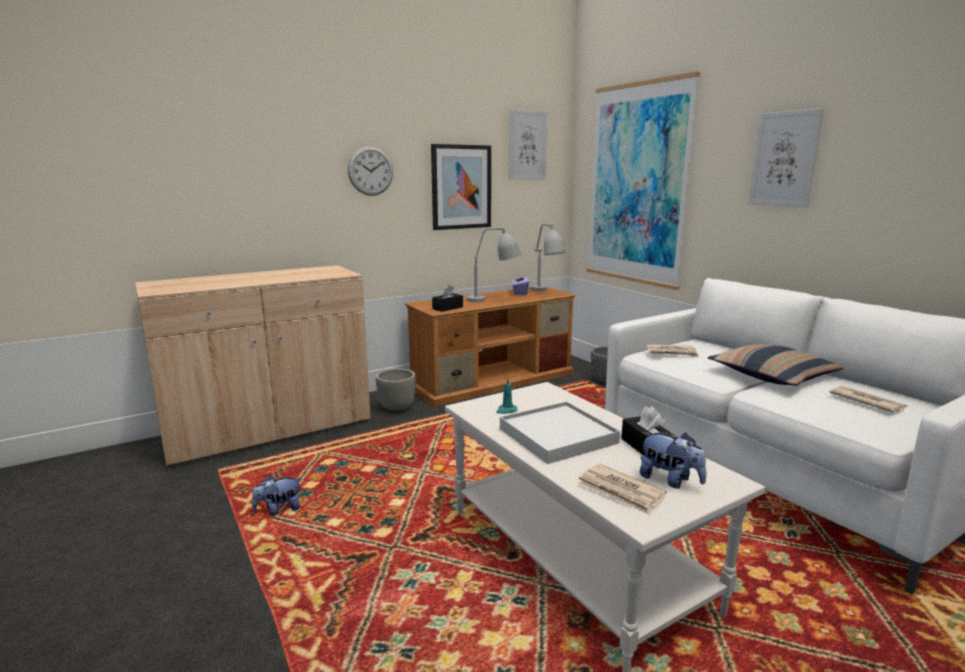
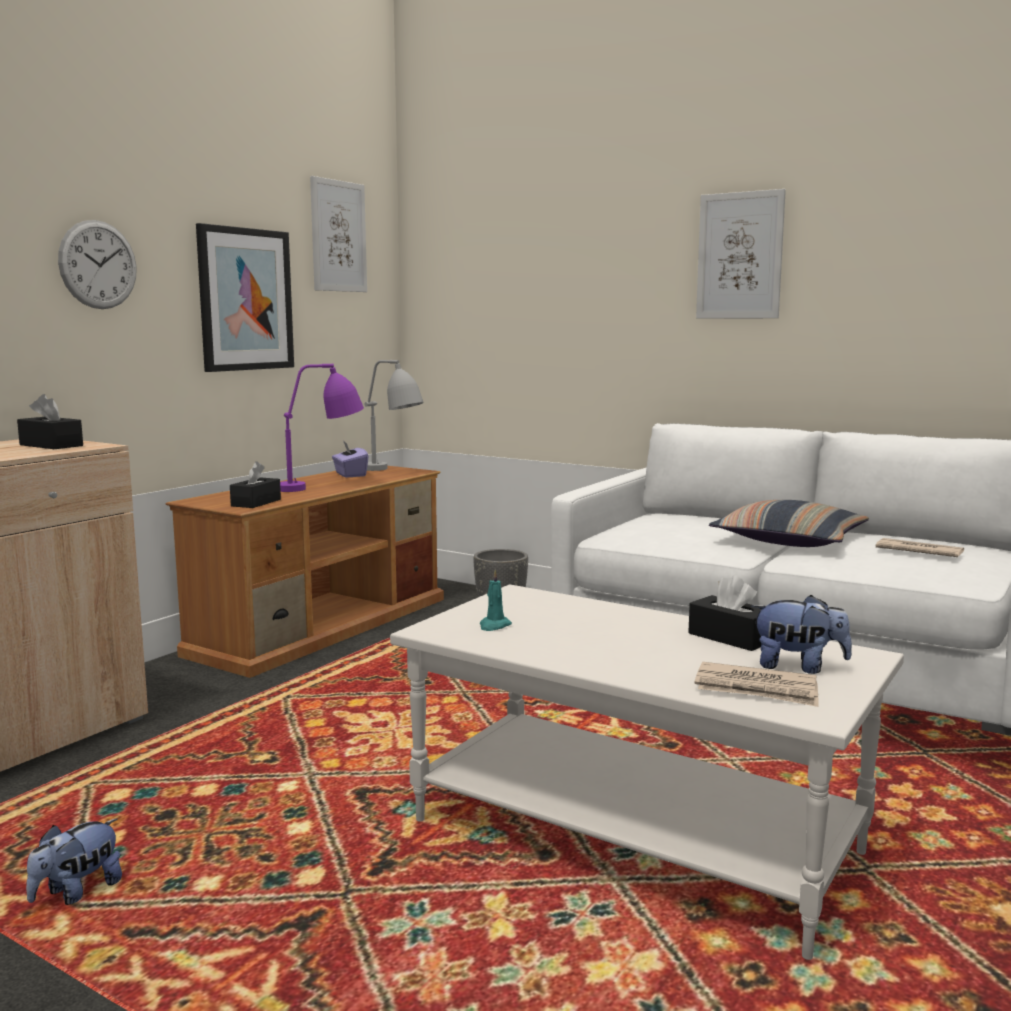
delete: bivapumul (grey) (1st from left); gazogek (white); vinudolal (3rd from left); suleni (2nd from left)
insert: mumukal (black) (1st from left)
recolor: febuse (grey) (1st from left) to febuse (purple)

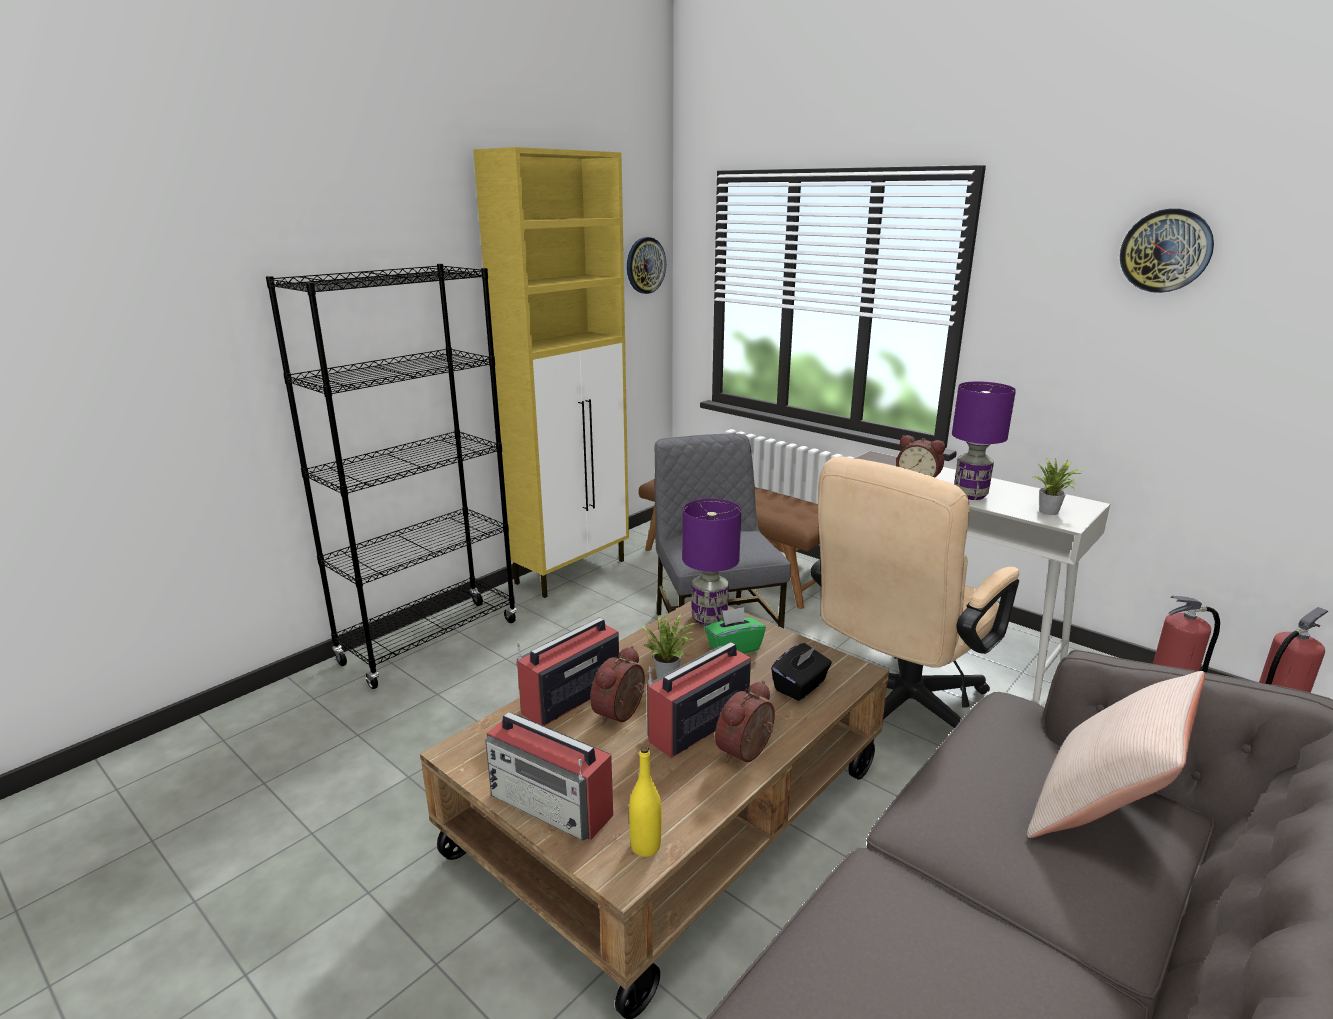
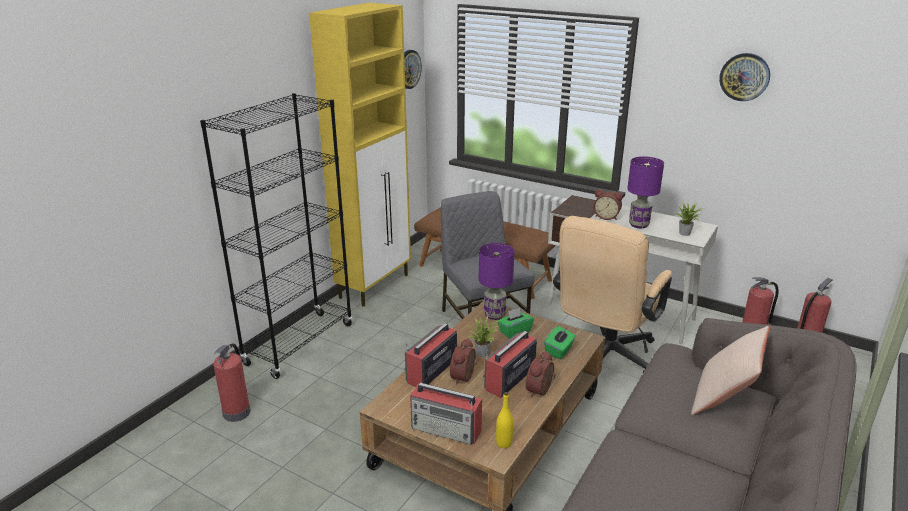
insert: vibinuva (1st from left)
recolor: mumukal (black) to mumukal (green) (2nd from left)

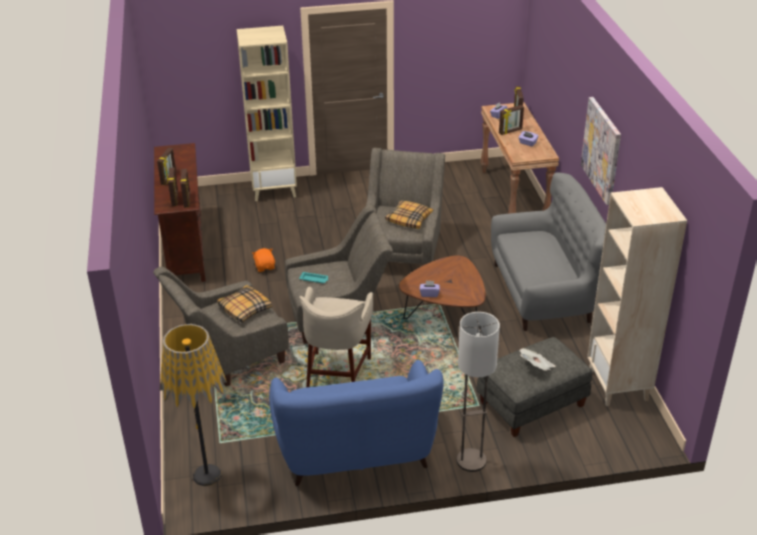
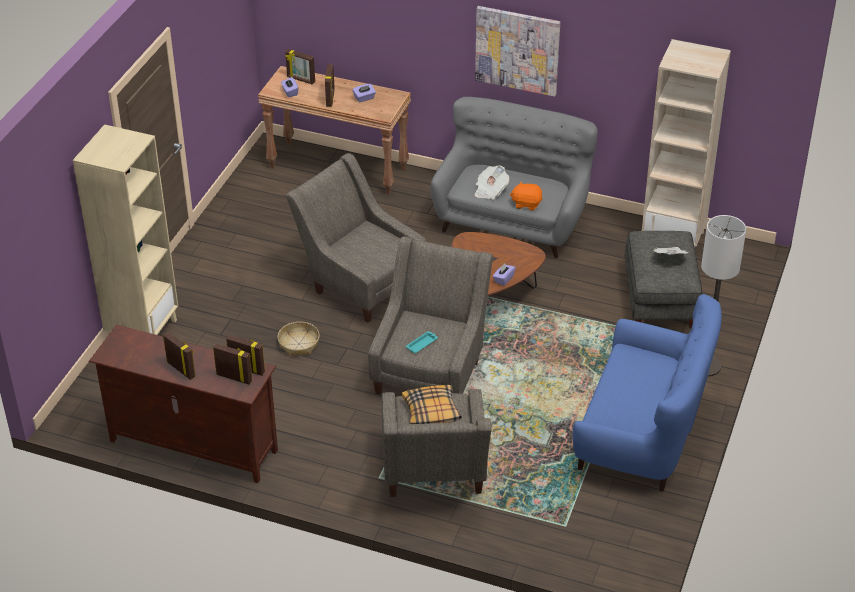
delete: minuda (1st from left); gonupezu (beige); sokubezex (2nd from left)
insert: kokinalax; suleni (1st from left)
move: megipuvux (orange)

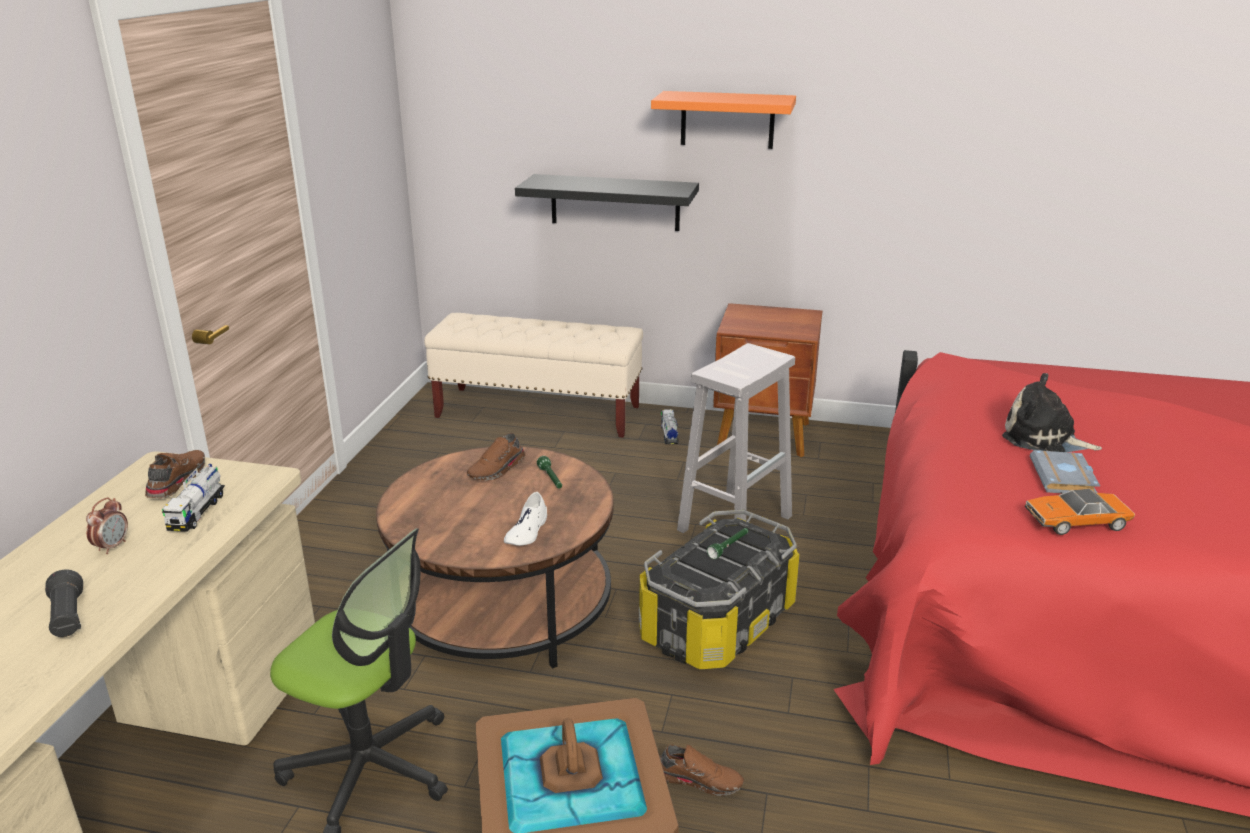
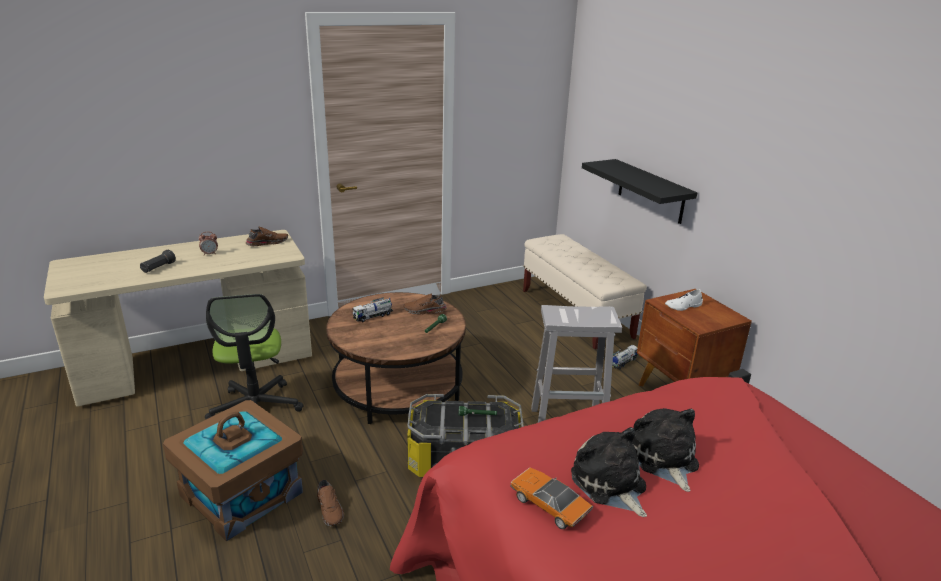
delete: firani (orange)
move: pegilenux (1st from left); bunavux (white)
replace: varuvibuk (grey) to megipuvux (1st from left)

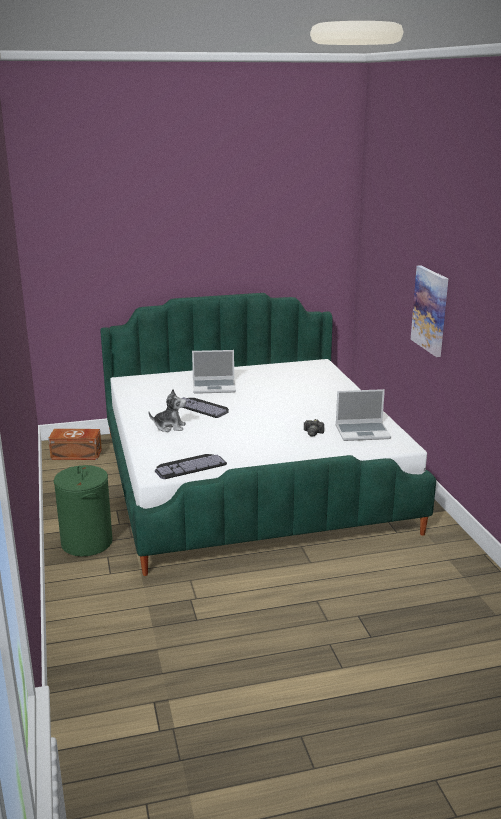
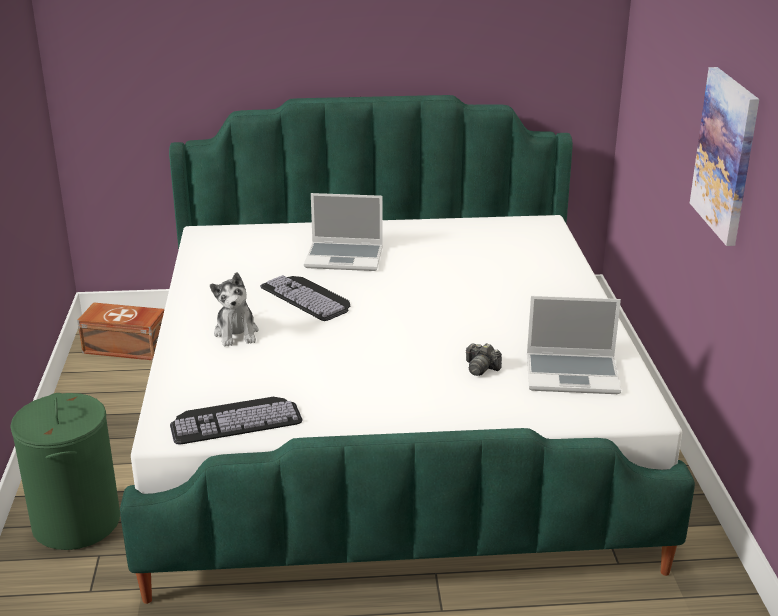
rotate: megipuvux 60 degrees clockwise

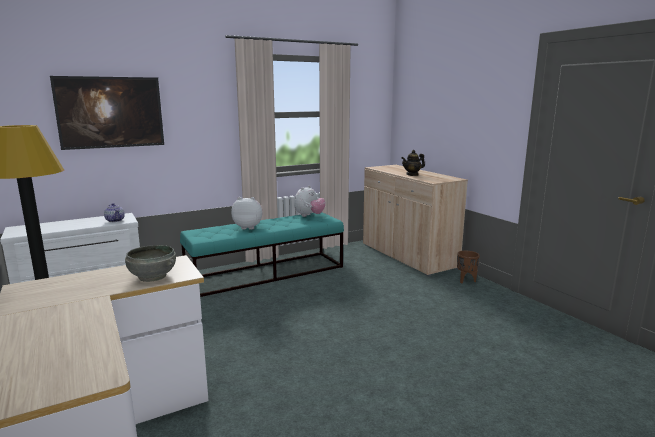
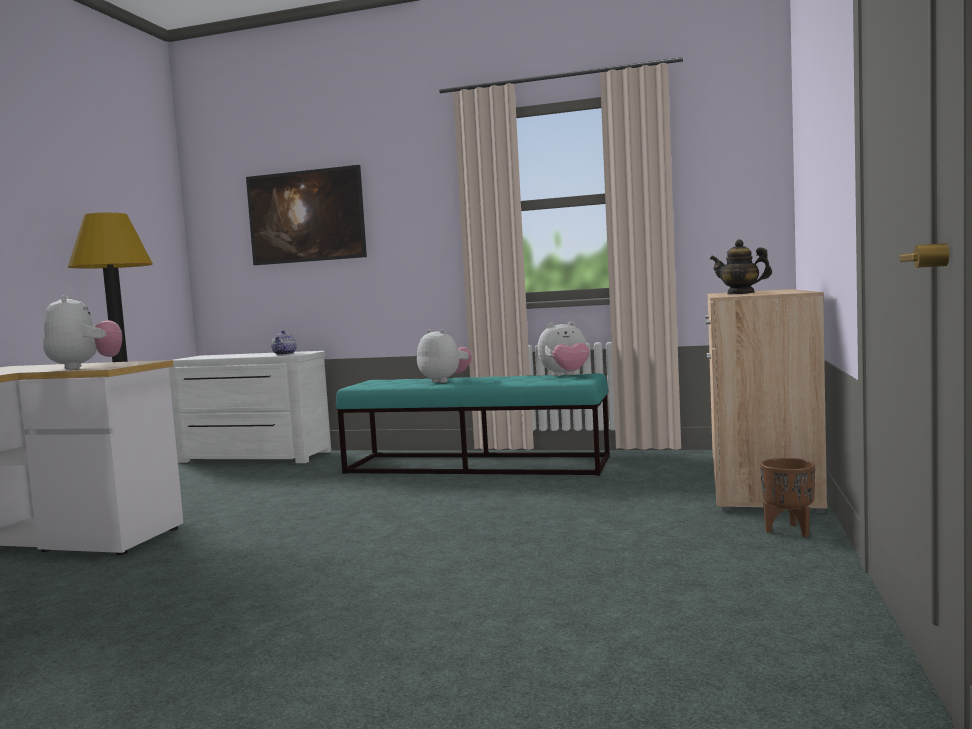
replace: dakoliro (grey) to megipuvux (1st from left)

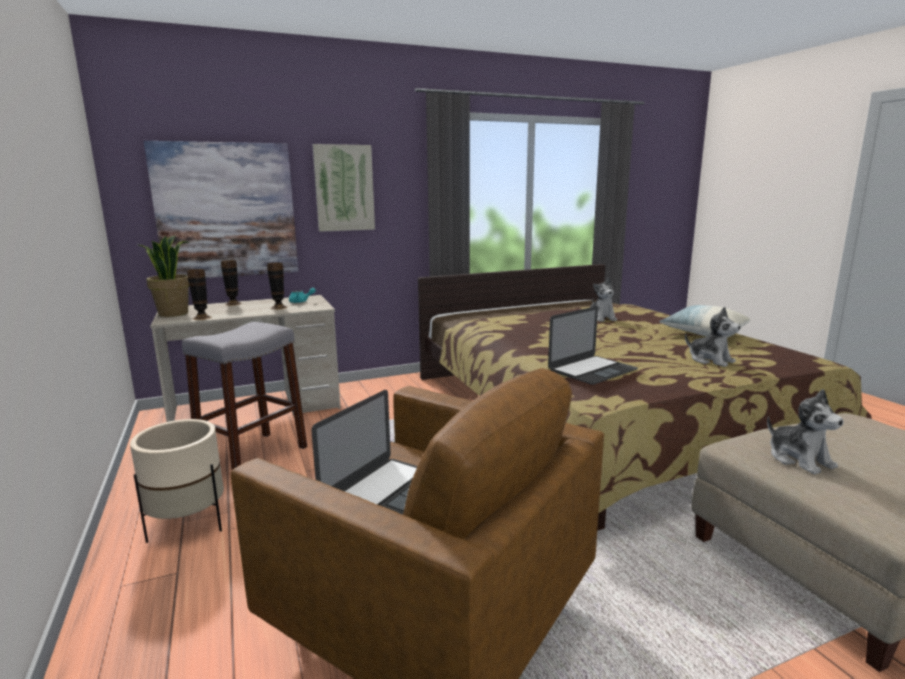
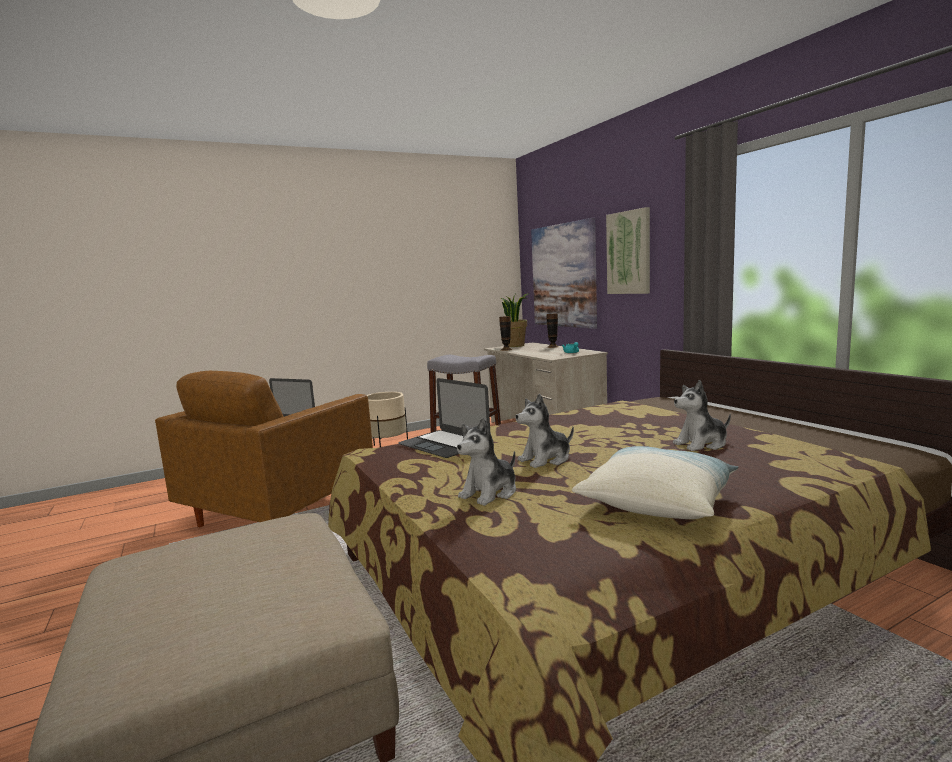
delete: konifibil (3rd from left)
move: megipuvux (3rd from left in the first image) to megipuvux (2nd from left)

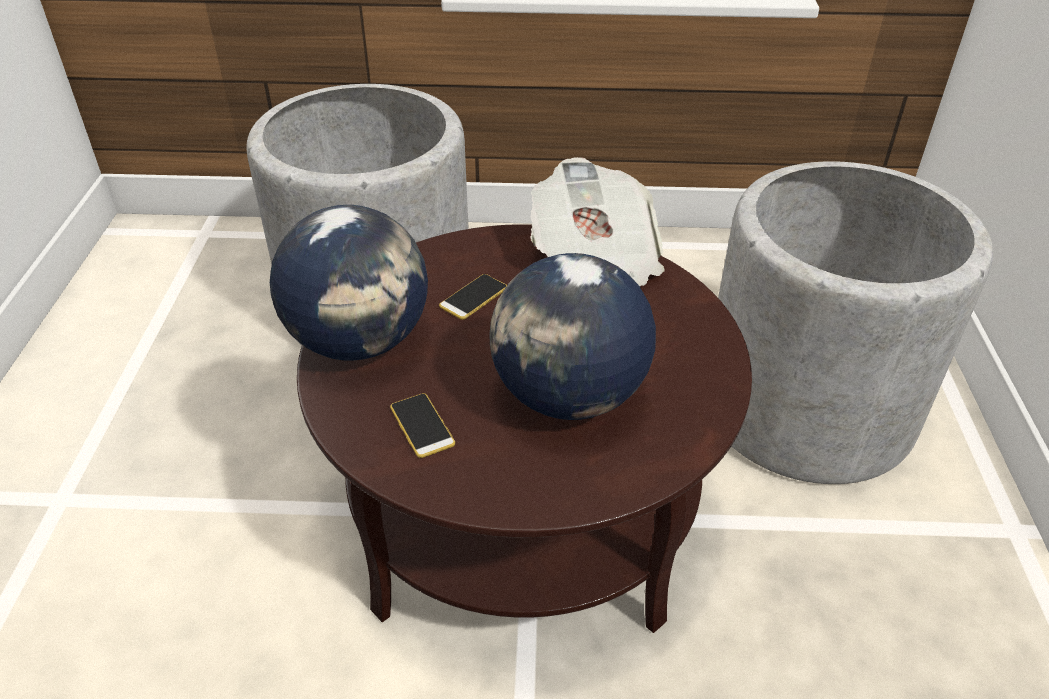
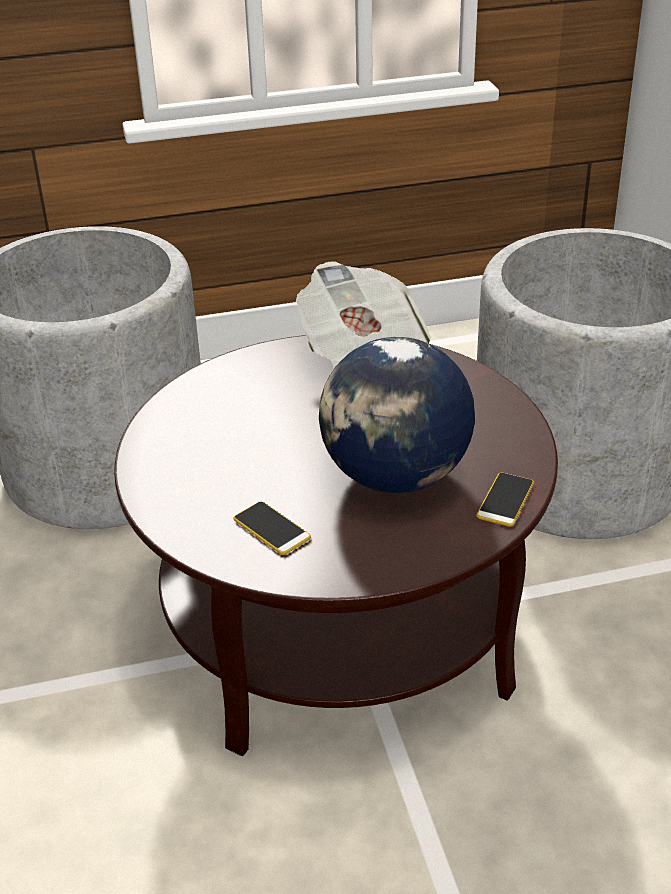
delete: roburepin (1st from left)
move: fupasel (2nd from left)

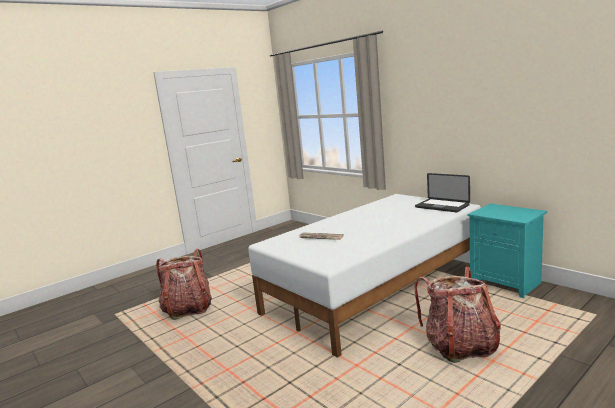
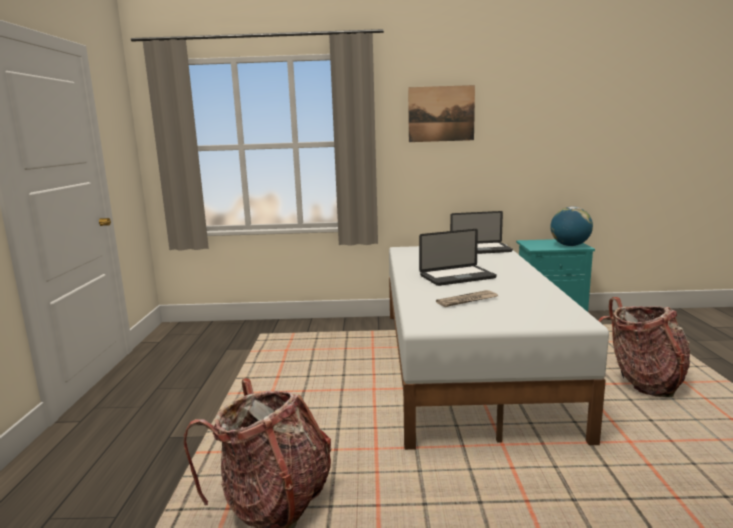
insert: vinudolal; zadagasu (1st from left); roburepin

